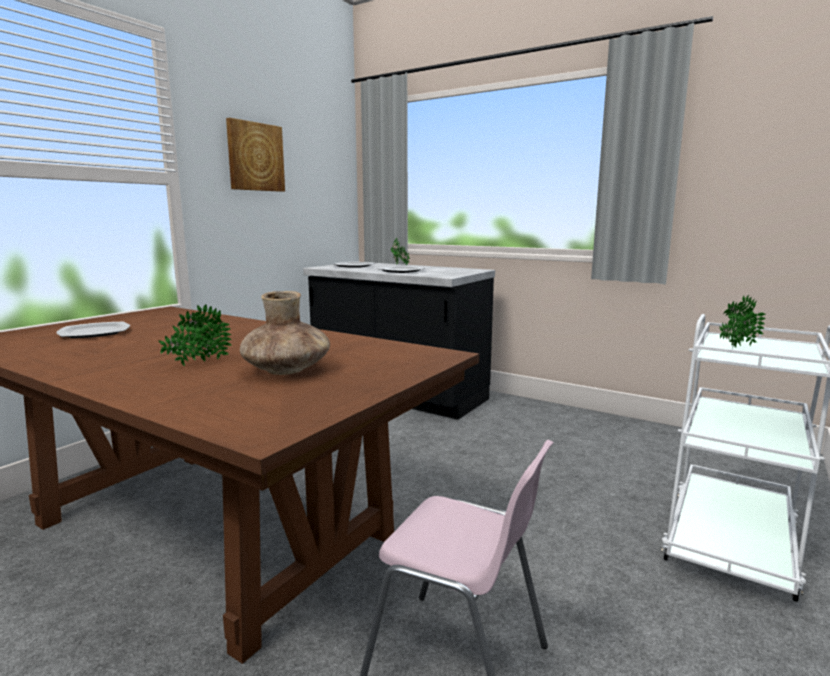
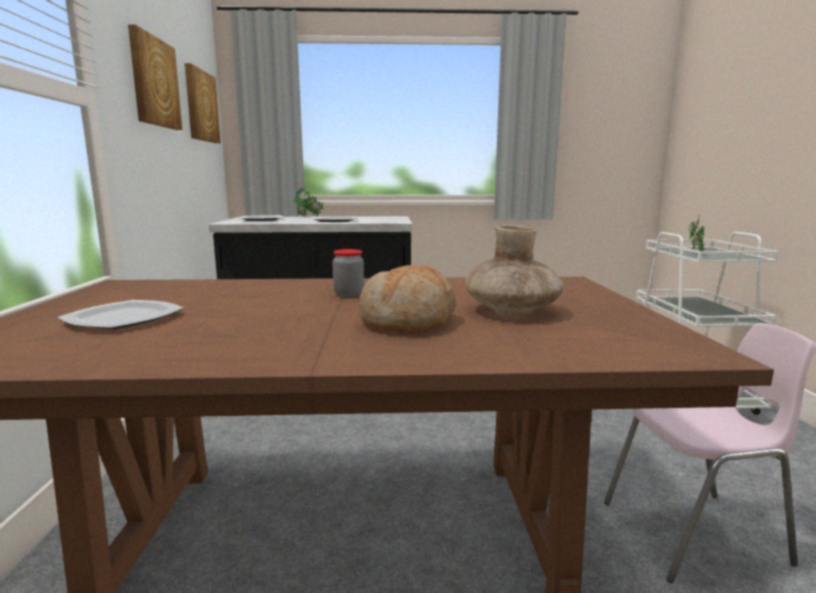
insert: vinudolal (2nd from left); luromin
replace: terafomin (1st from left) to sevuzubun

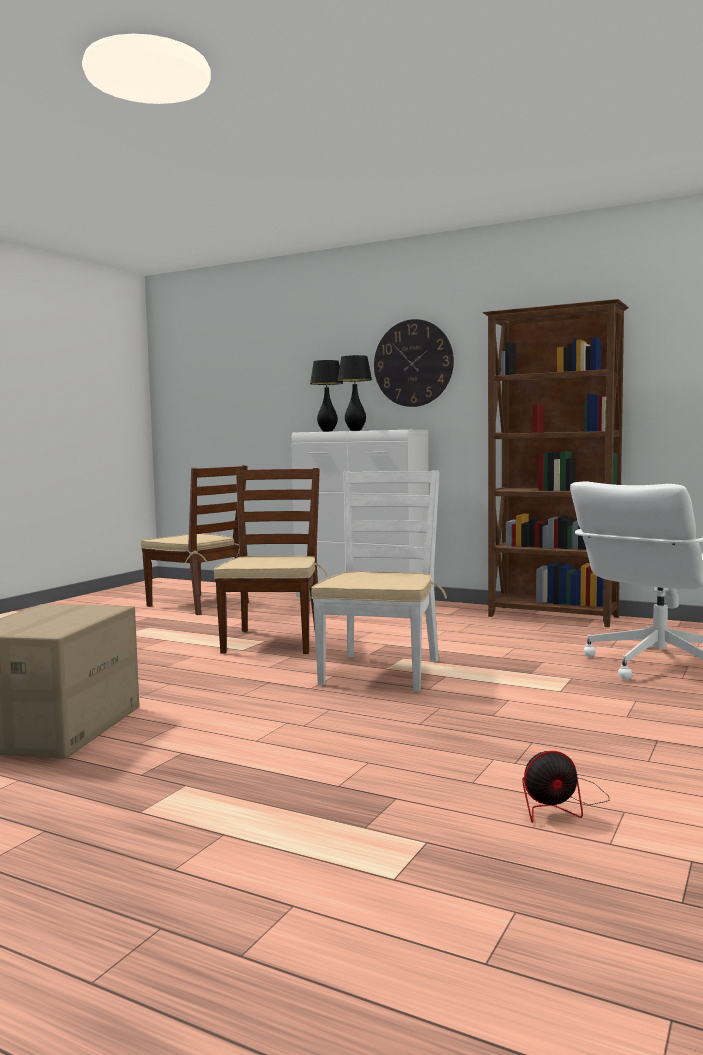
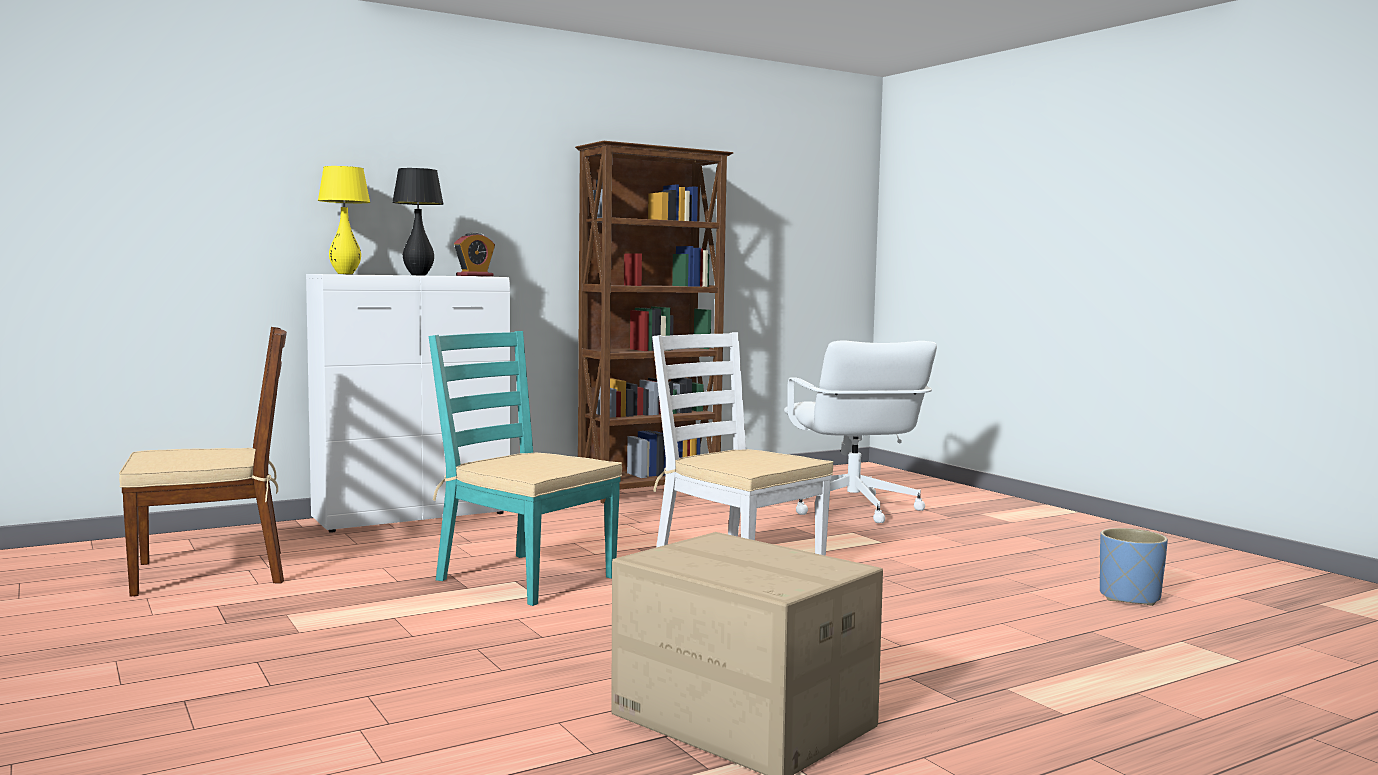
delete: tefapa
insert: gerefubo
replace: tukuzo to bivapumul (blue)
recolor: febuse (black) (1st from left) to febuse (yellow); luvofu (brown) (2nd from left) to luvofu (turquoise)

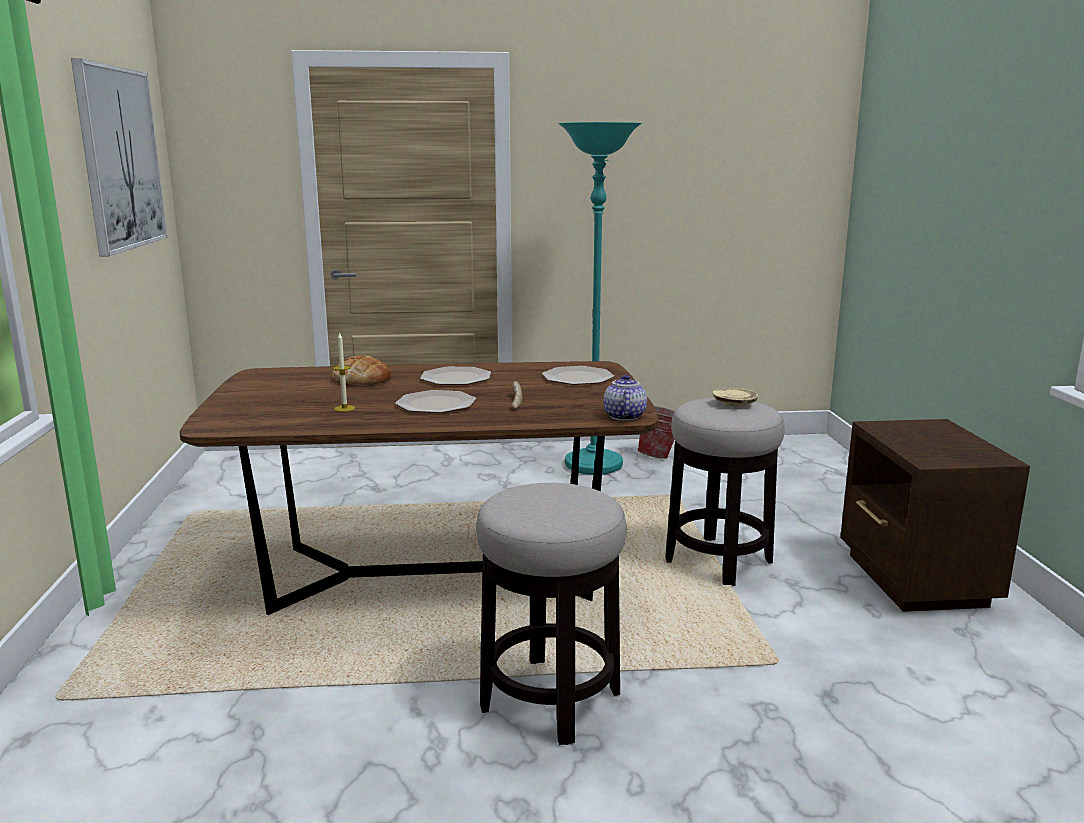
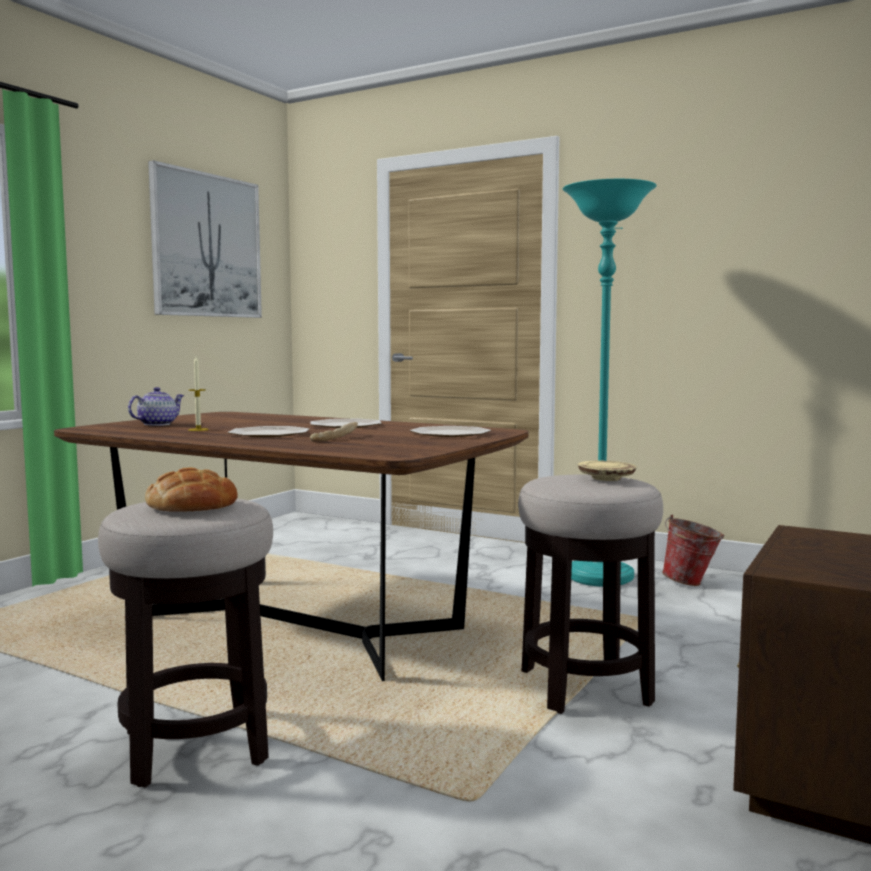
move: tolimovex; sevuzubun (1st from left)

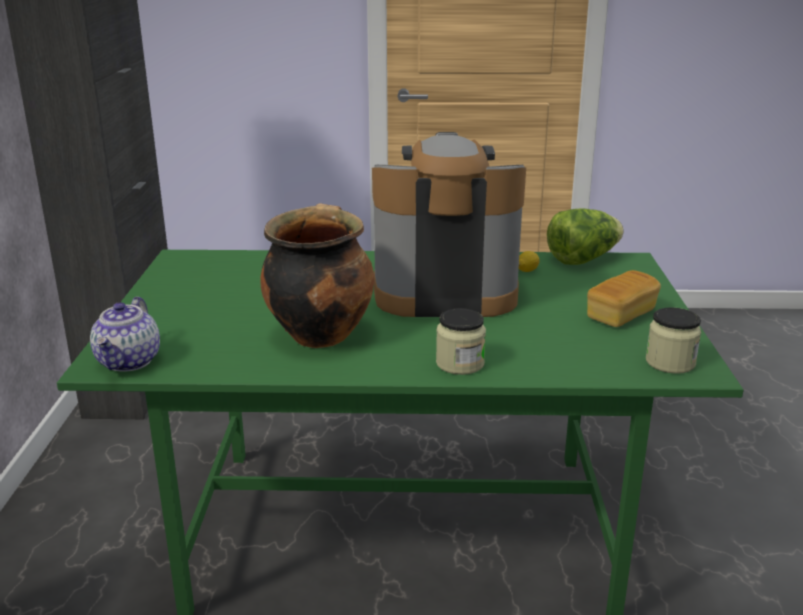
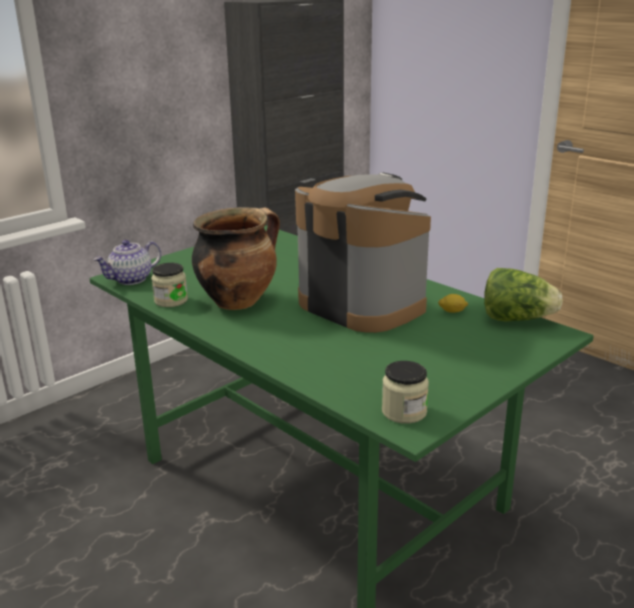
delete: sevuzubun
move: luromin (1st from left)

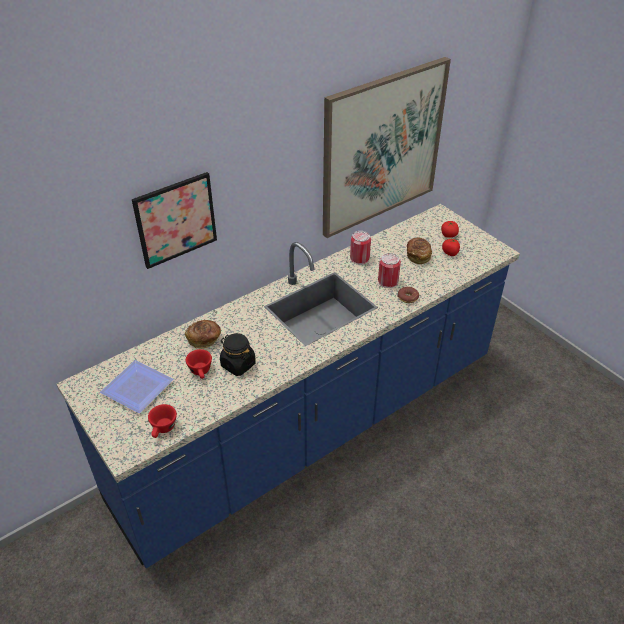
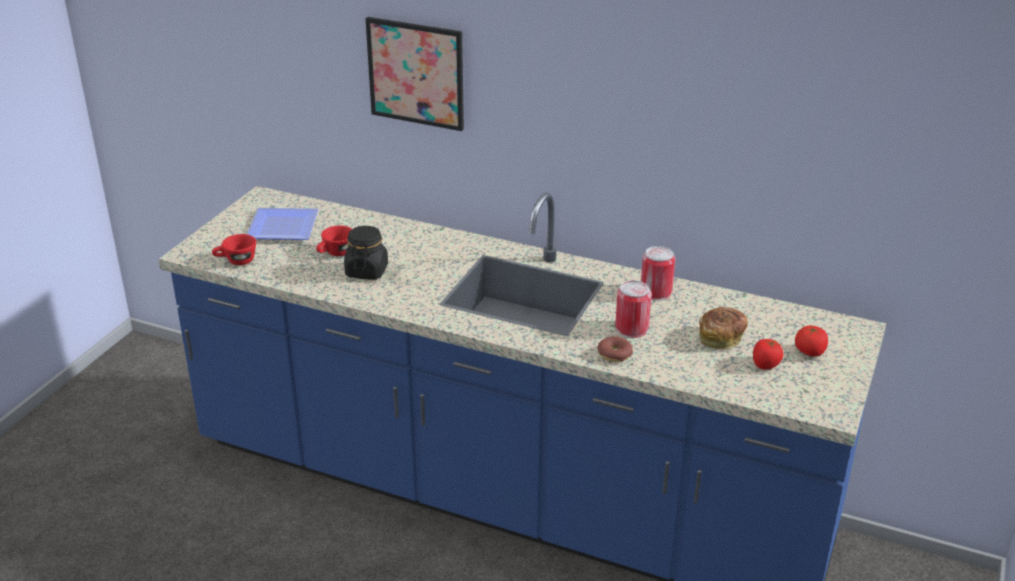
delete: sevuzubun (1st from left); vinudolal (2nd from left)

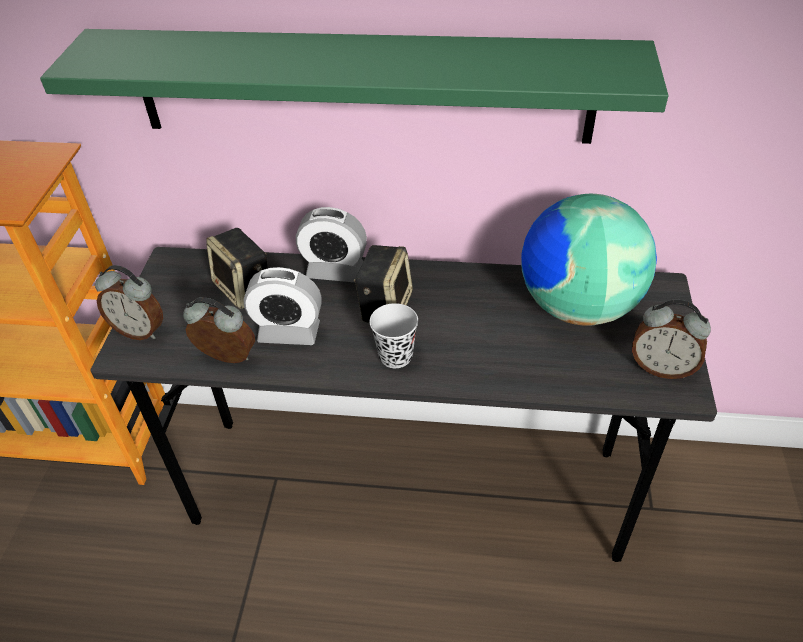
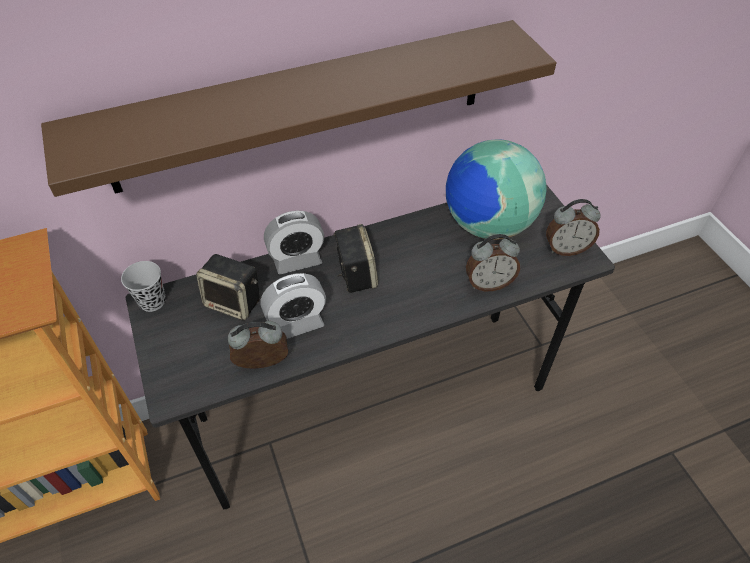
move: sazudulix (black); gerefubo (1st from left in the first image) to gerefubo (4th from left)
recolor: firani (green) to firani (brown)

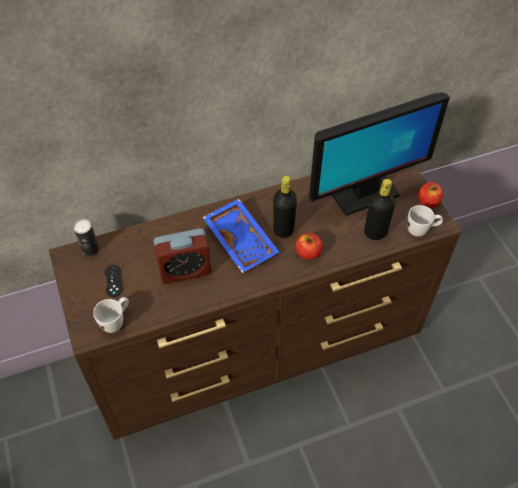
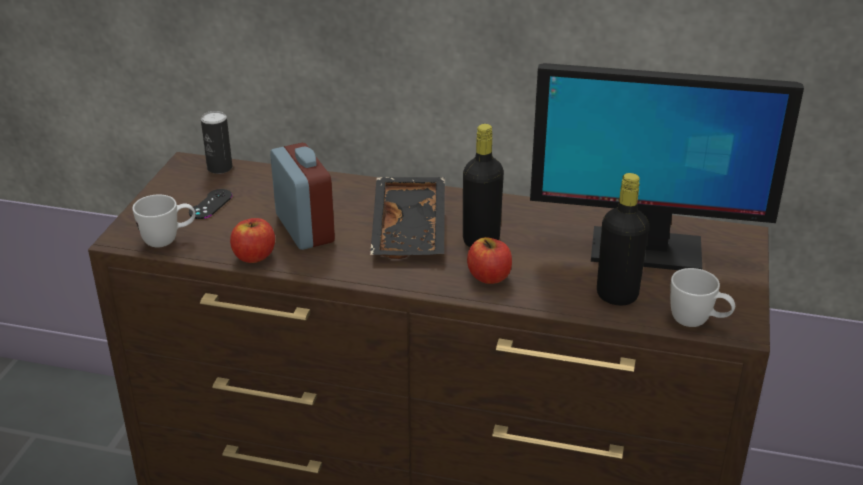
move: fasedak (2nd from left in the first image) to fasedak (1st from left)
recolor: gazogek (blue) to gazogek (black)
rotate: gerefubo 135 degrees counterclockwise

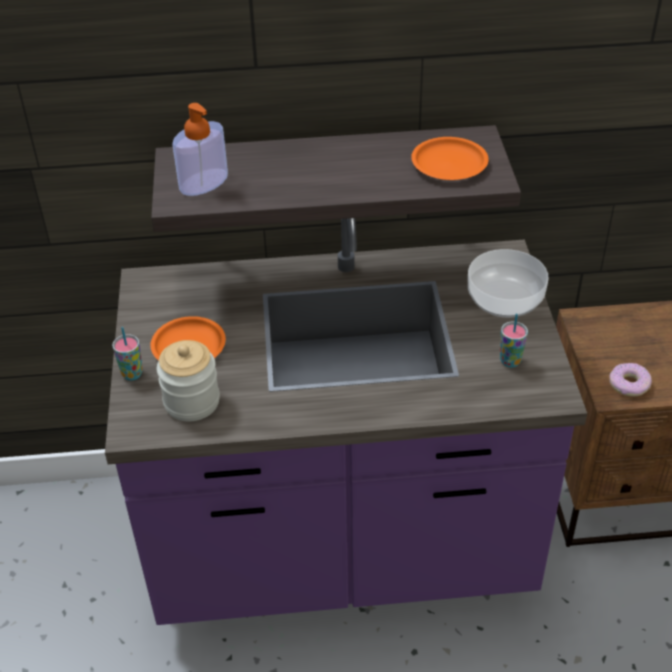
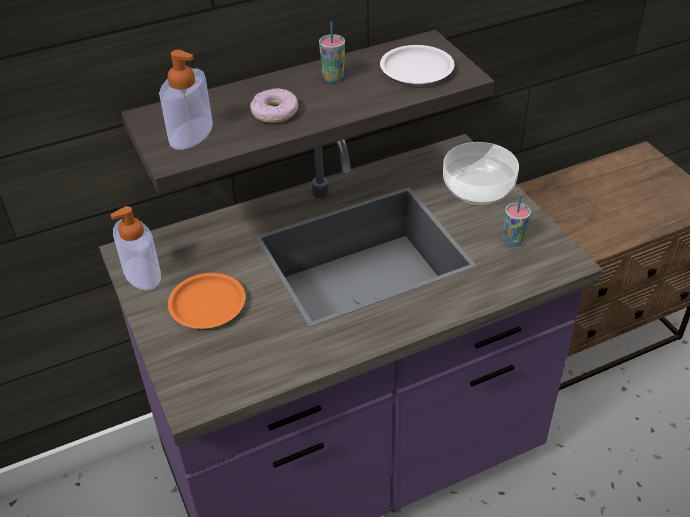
delete: luromin
insert: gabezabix (1st from left)
move: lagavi; sazudulix (1st from left)
recolor: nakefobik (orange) (2nd from left) to nakefobik (white)

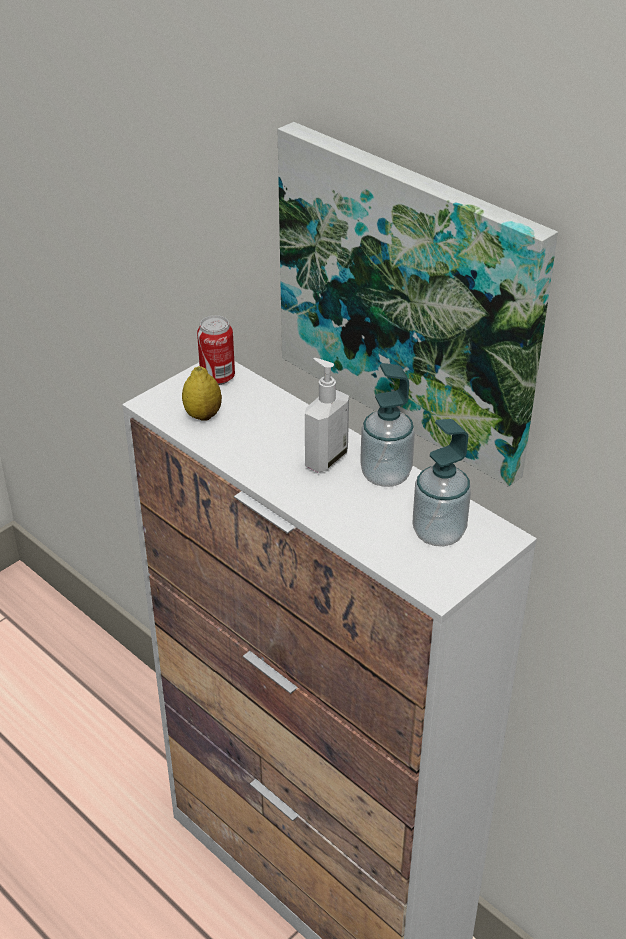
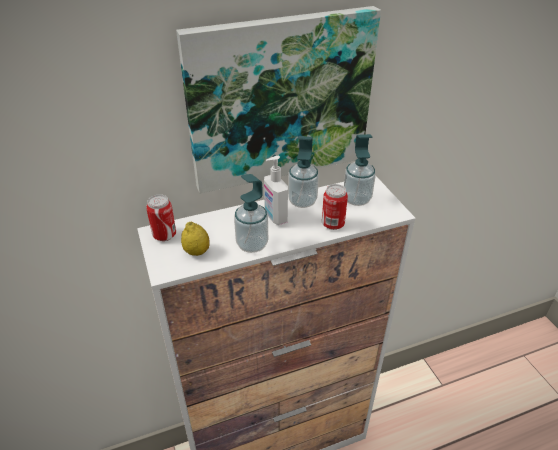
insert: gabezabix (1st from left); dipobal (2nd from left)

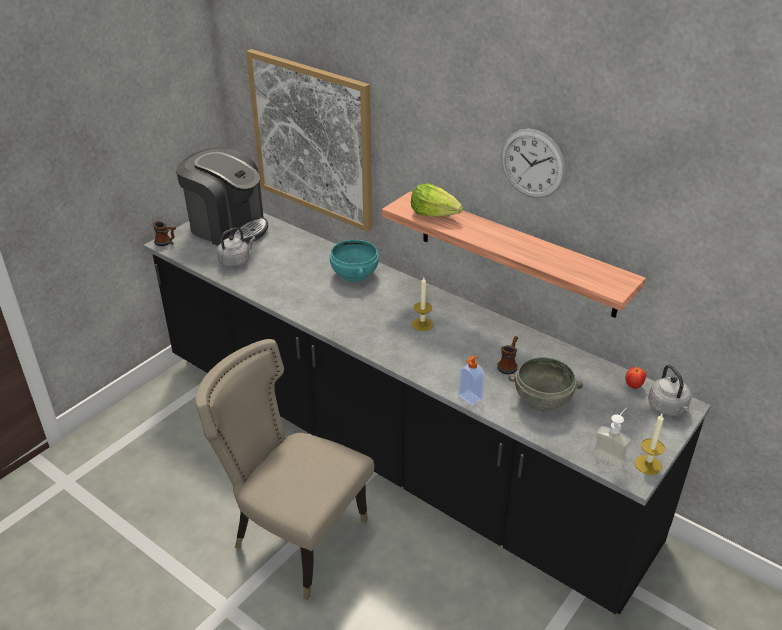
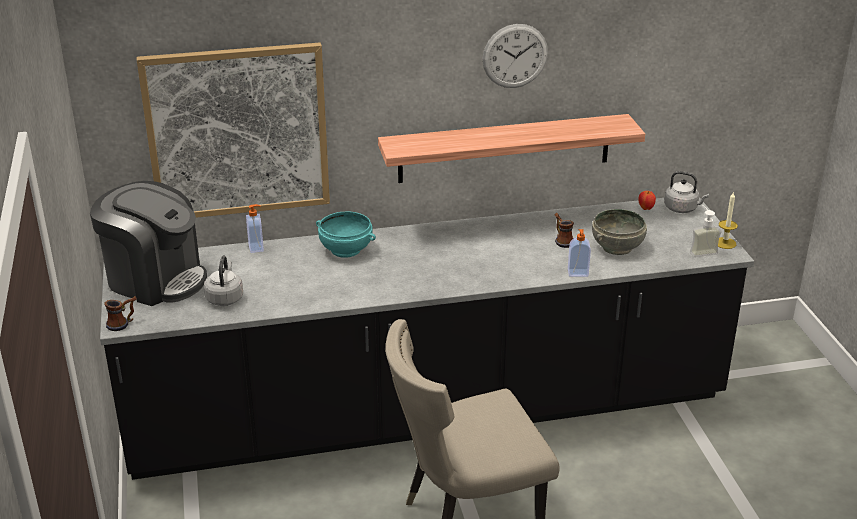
delete: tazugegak; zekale (1st from left)
insert: gabezabix (1st from left)
rotate: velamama 45 degrees clockwise

